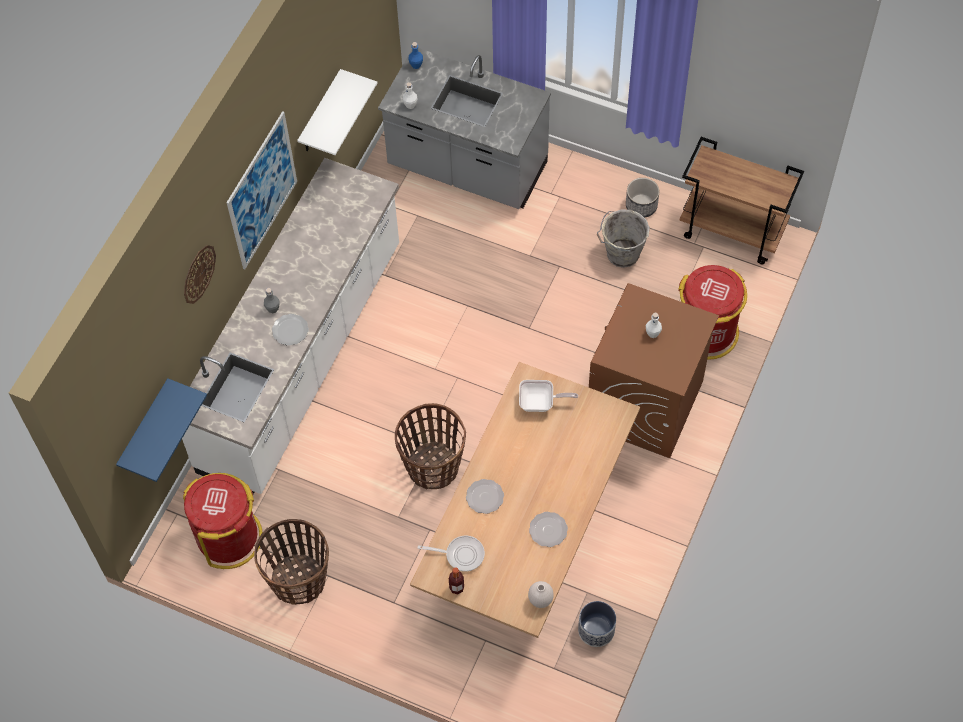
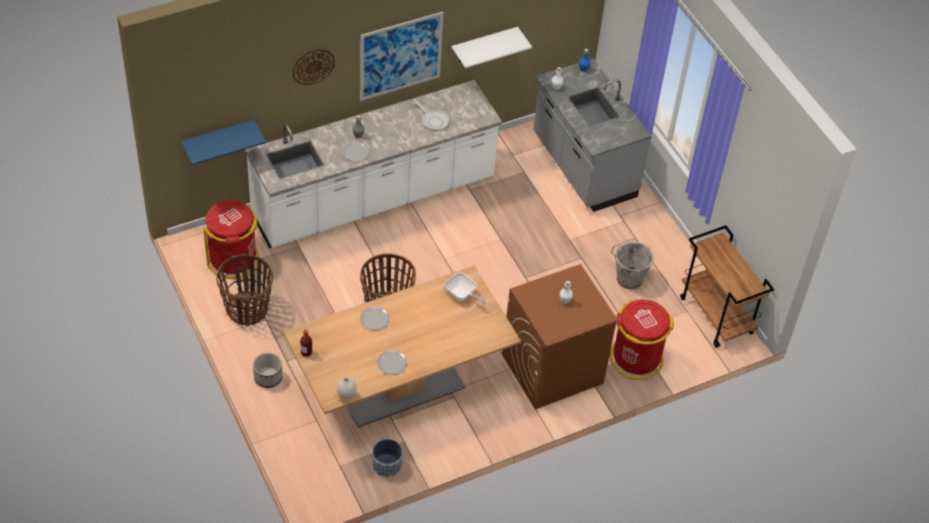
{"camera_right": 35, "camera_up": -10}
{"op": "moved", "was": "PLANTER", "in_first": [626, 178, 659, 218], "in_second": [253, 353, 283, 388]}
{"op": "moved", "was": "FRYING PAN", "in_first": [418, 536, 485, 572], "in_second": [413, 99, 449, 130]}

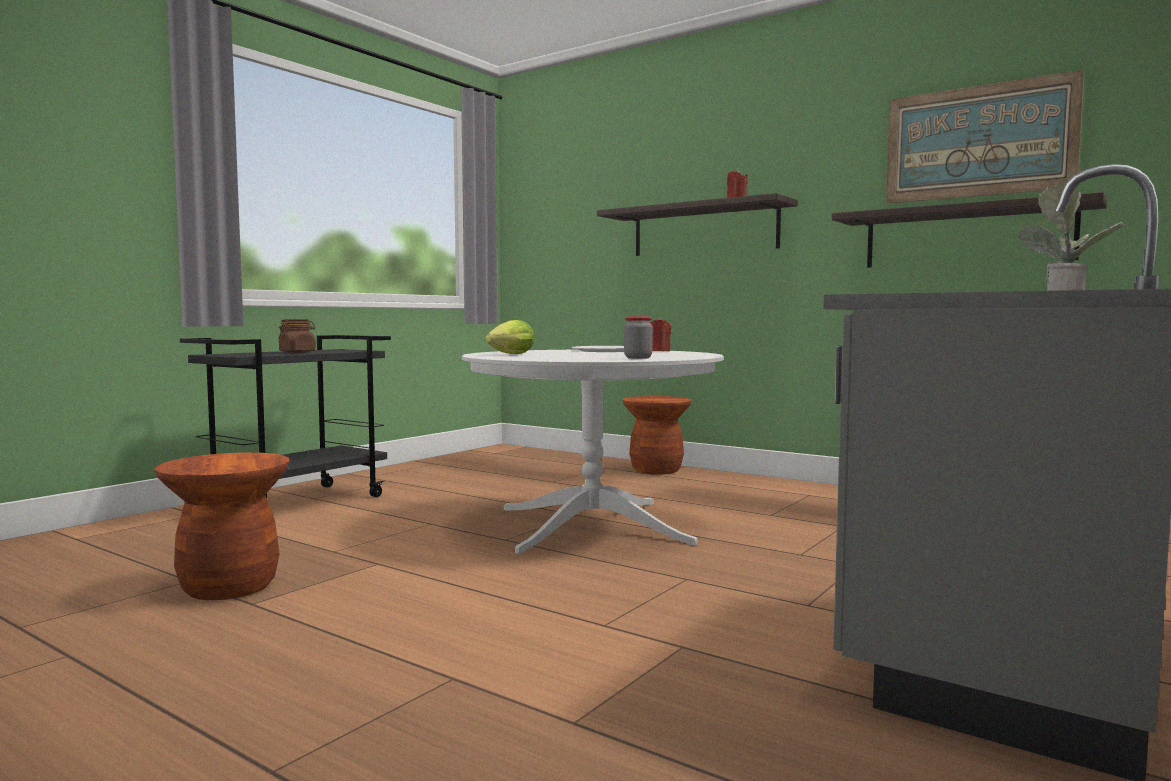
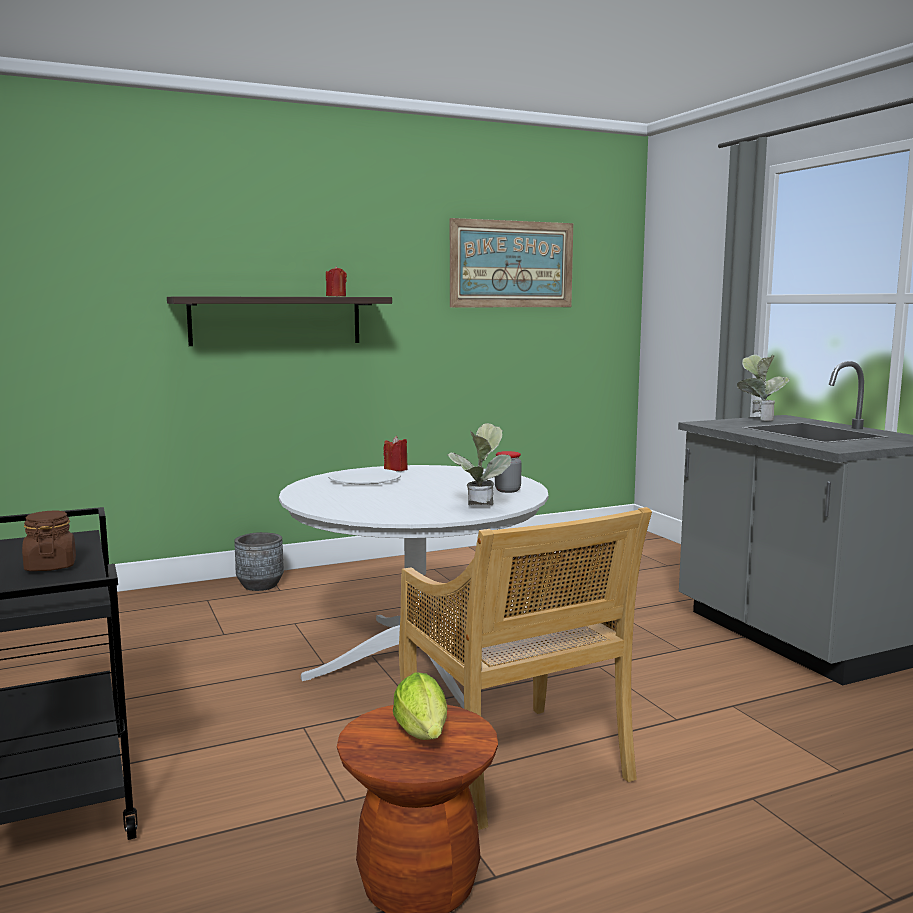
{"camera_right": -60, "camera_up": 5}
{"op": "replaced", "was": "BROWN STOOL", "now": "GREY PLANTER", "in_first": [622, 396, 692, 474], "in_second": [234, 532, 284, 591]}
{"op": "moved", "was": "LETTUCE", "in_first": [486, 320, 535, 354], "in_second": [393, 672, 447, 740]}
{"op": "added", "now": "BEIGE CHAIR", "in_second": [399, 507, 652, 830]}
{"op": "added", "now": "POTTED PLANT", "in_second": [447, 423, 511, 506]}
{"op": "removed", "was": "SHELF", "in_first": [832, 192, 1107, 268]}

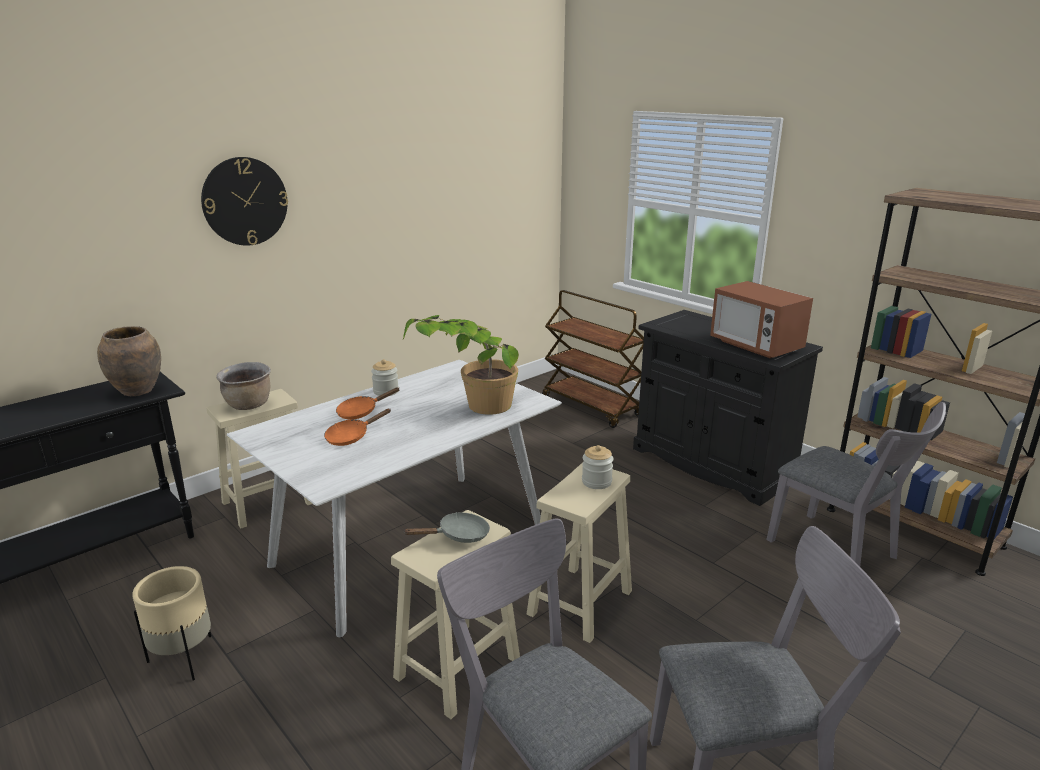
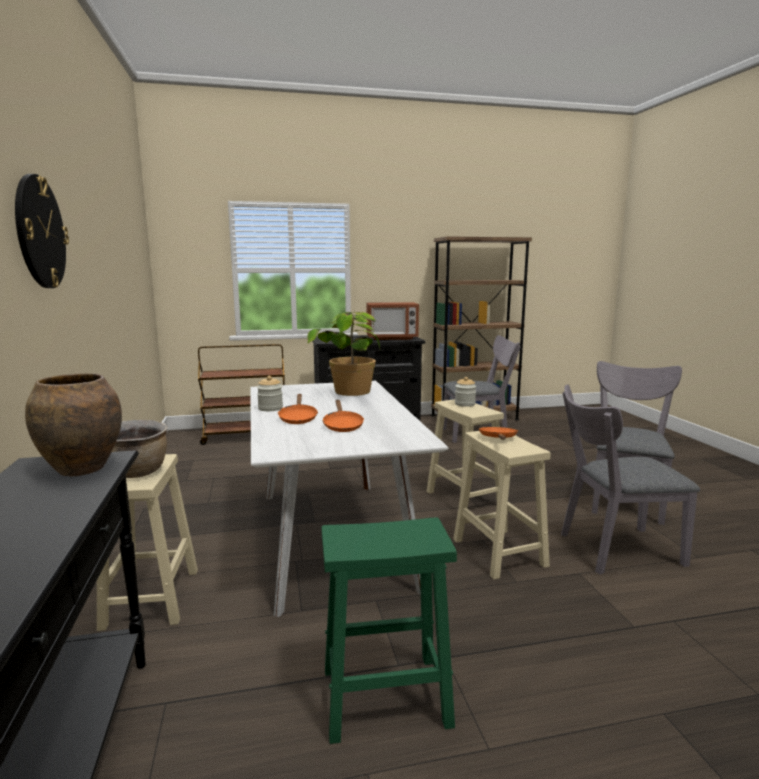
{"camera_right": -60, "camera_up": -10}
{"op": "replaced", "was": "BEIGE PLANTER", "now": "GREEN STOOL", "in_first": [132, 566, 211, 680], "in_second": [322, 517, 457, 744]}
{"op": "recoloured", "was": "GREY FRYING PAN", "now": "ORANGE FRYING PAN", "in_first": [403, 512, 490, 543], "in_second": [479, 427, 518, 440]}

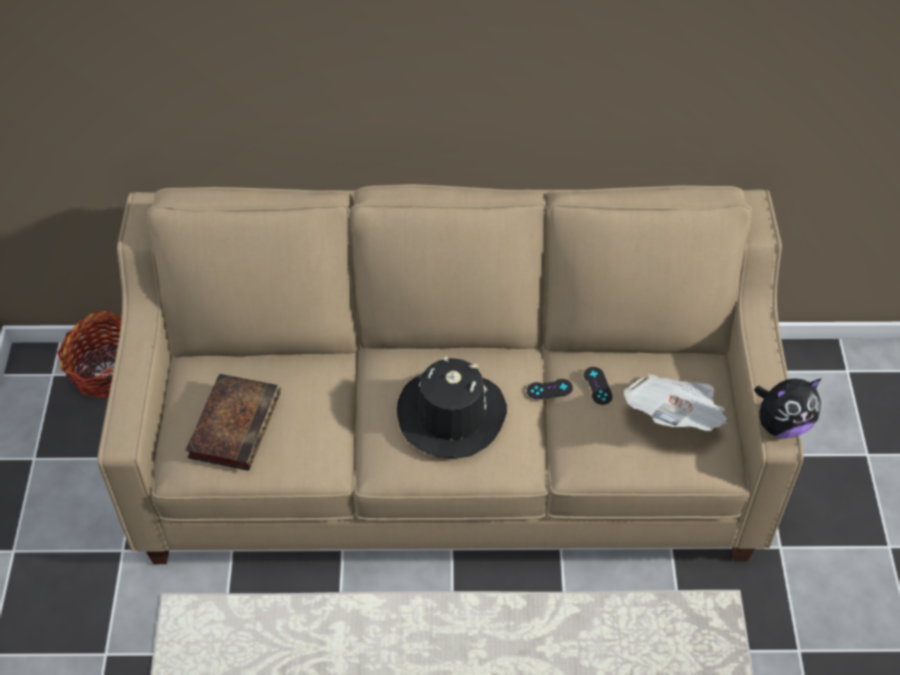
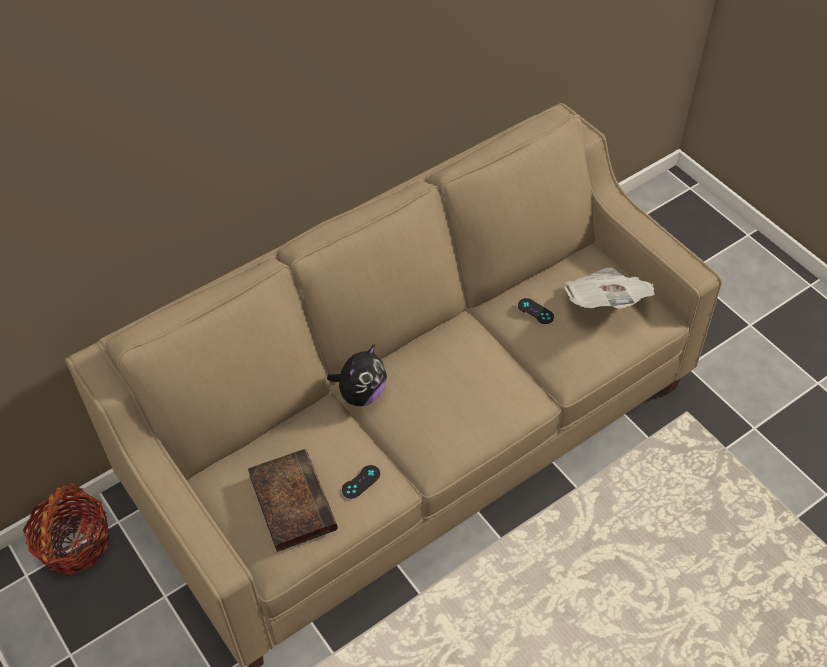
{"camera_right": -35, "camera_up": 0}
{"op": "moved", "was": "PLUSH TOY", "in_first": [754, 378, 822, 438], "in_second": [327, 344, 387, 406]}
{"op": "moved", "was": "BLACK GAME CONTROLLER", "in_first": [527, 379, 573, 400], "in_second": [342, 465, 380, 499]}
{"op": "removed", "was": "BLACK HAT", "in_first": [397, 356, 507, 458]}

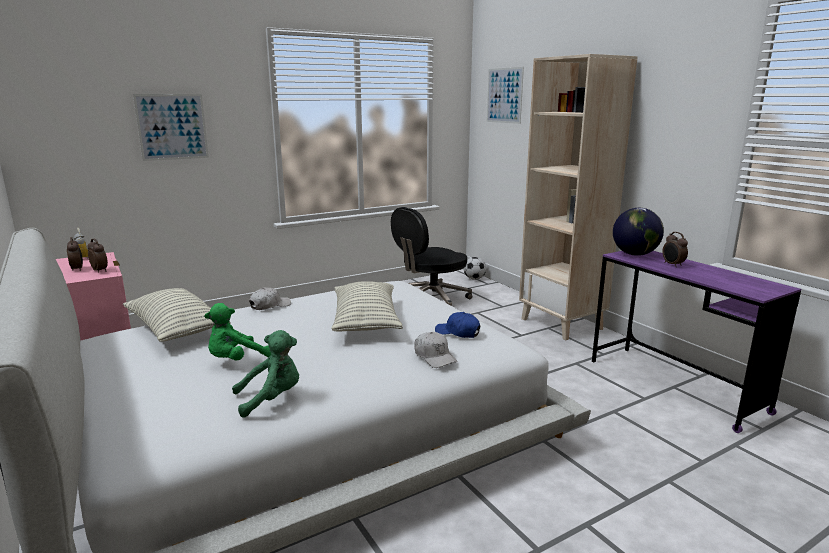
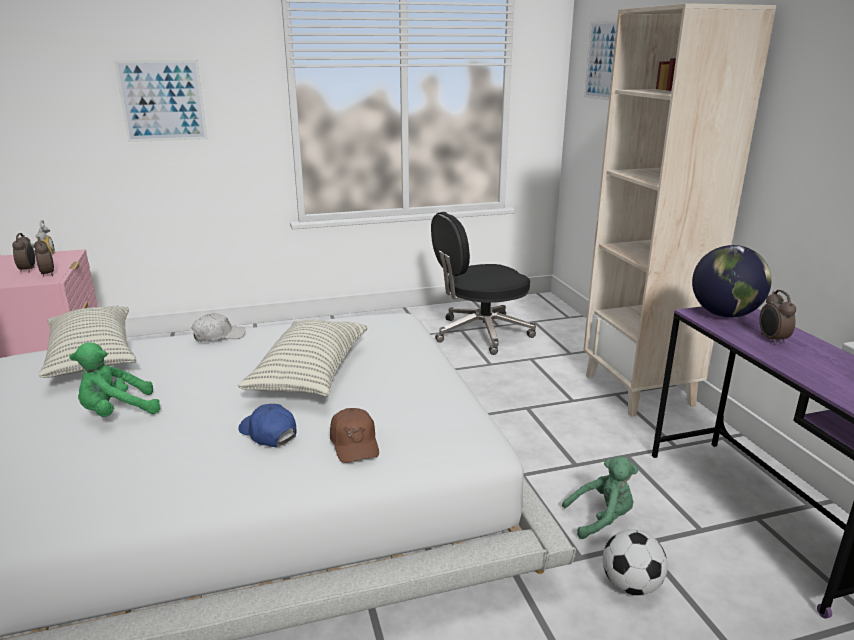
{"camera_right": 15, "camera_up": 5}
{"op": "moved", "was": "BLUE CAP", "in_first": [435, 312, 480, 338], "in_second": [238, 404, 297, 447]}
{"op": "recoloured", "was": "WHITE CAP", "now": "BROWN CAP", "in_first": [414, 332, 457, 368], "in_second": [330, 408, 379, 463]}
{"op": "moved", "was": "GREEN PLUSH TOY", "in_first": [232, 330, 299, 418], "in_second": [562, 457, 638, 539]}
{"op": "moved", "was": "FOOTBALL", "in_first": [463, 257, 486, 280], "in_second": [603, 529, 668, 596]}

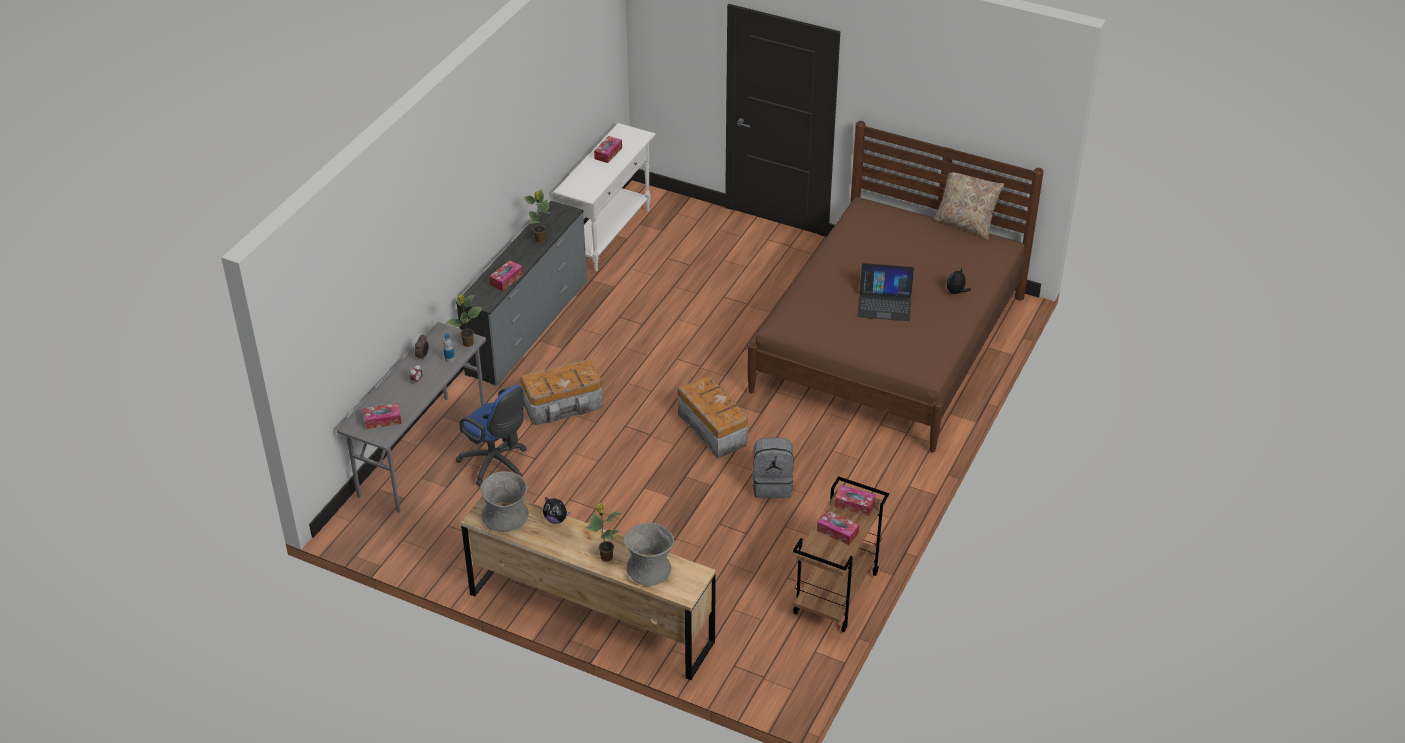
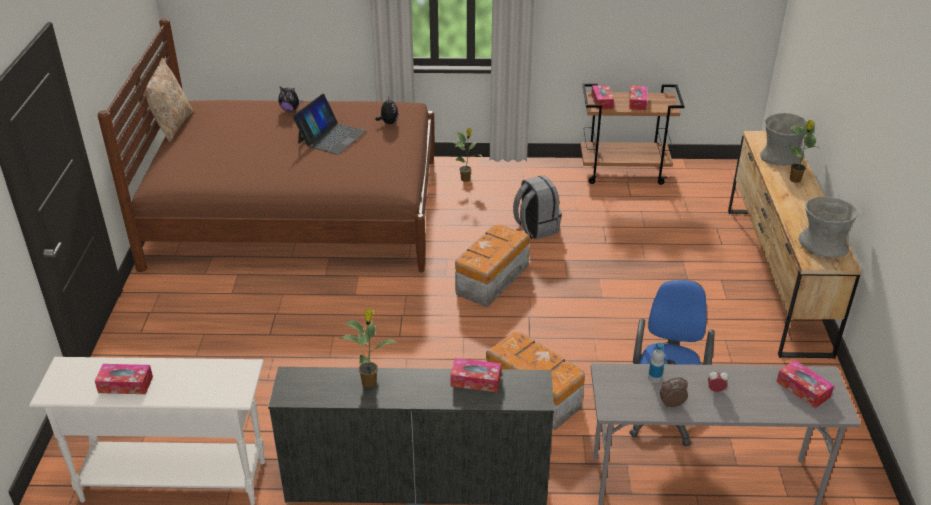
{"camera_right": -115, "camera_up": -5}
{"op": "turned", "was": "LAPTOP", "in_first": [857, 263, 914, 321], "in_second": [292, 94, 366, 155], "clockwise": 45}
{"op": "moved", "was": "PLUSH TOY", "in_first": [543, 497, 571, 524], "in_second": [375, 98, 398, 124]}
{"op": "moved", "was": "POTTED PLANT", "in_first": [445, 295, 483, 347], "in_second": [455, 128, 482, 182]}

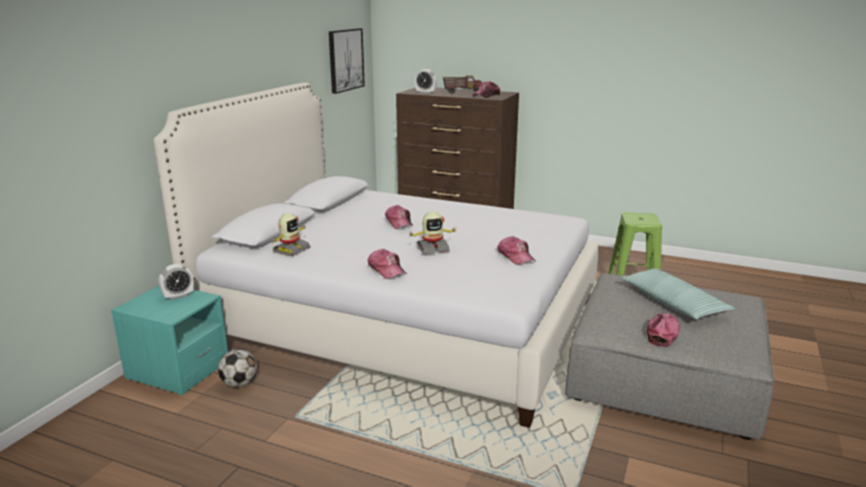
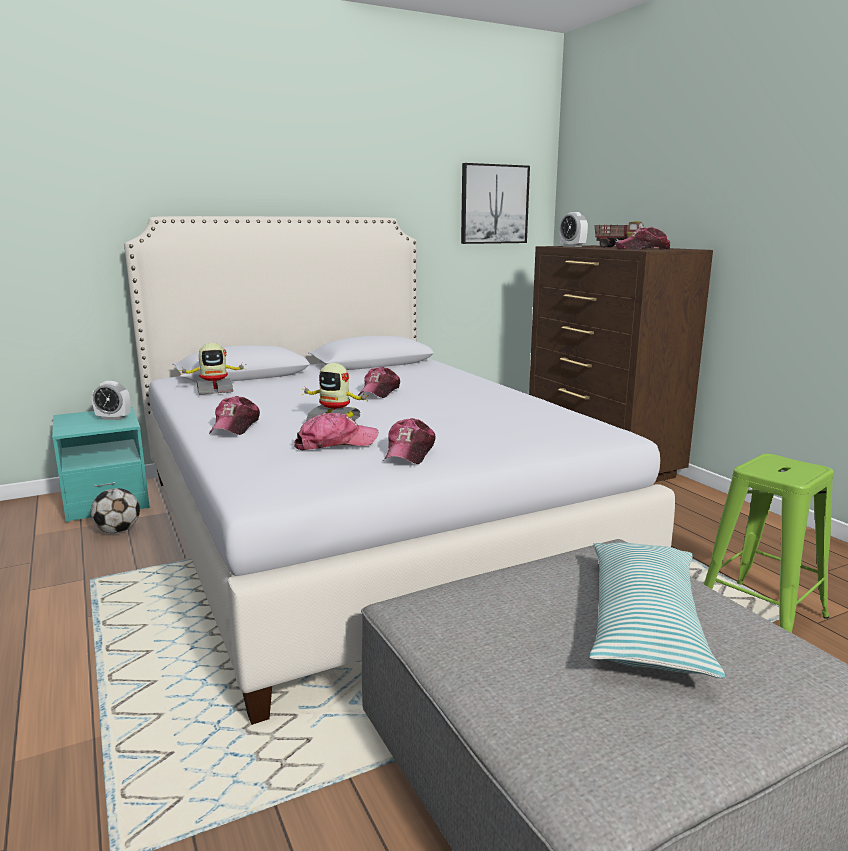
{"camera_right": 40, "camera_up": -5}
{"op": "moved", "was": "CAP", "in_first": [647, 313, 680, 346], "in_second": [294, 413, 378, 450]}

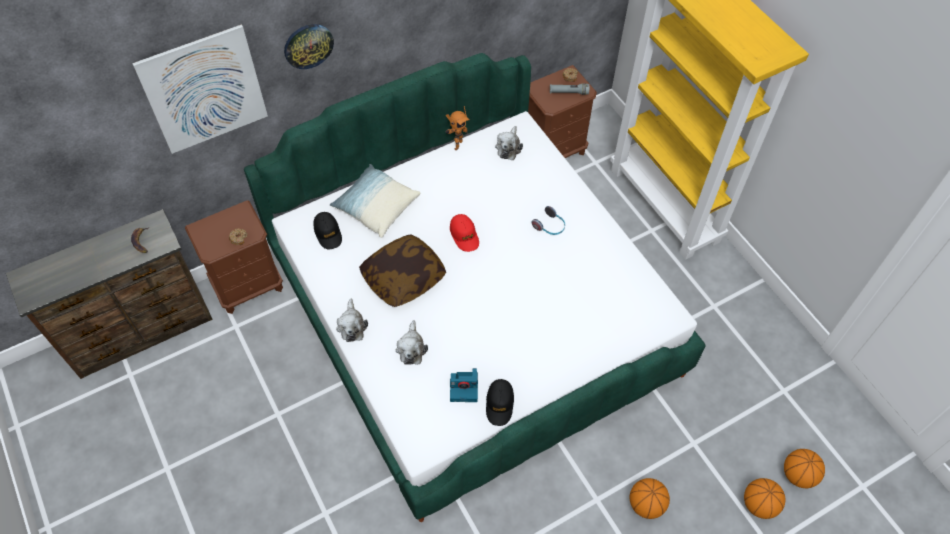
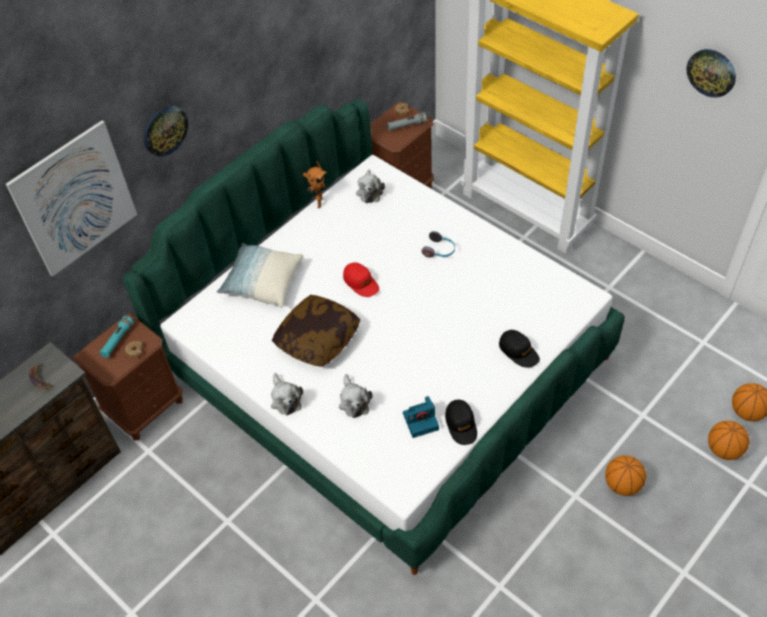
{"camera_right": -15, "camera_up": -5}
{"op": "added", "now": "TURQUOISE FLASHLIGHT", "in_second": [99, 316, 134, 358]}
{"op": "moved", "was": "BLACK CAP", "in_first": [313, 212, 342, 249], "in_second": [499, 330, 540, 368]}
{"op": "added", "now": "WALL CLOCK", "in_second": [686, 49, 736, 97]}

